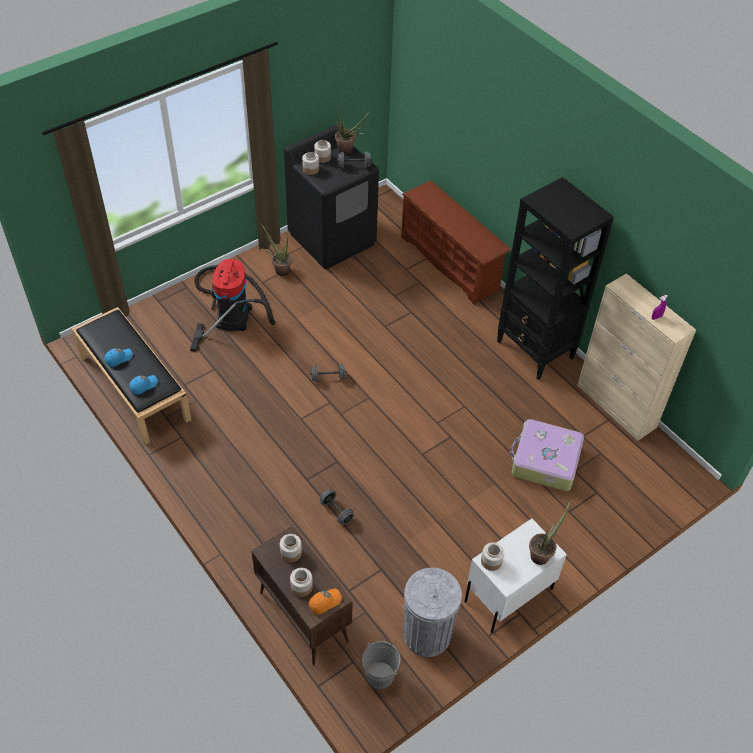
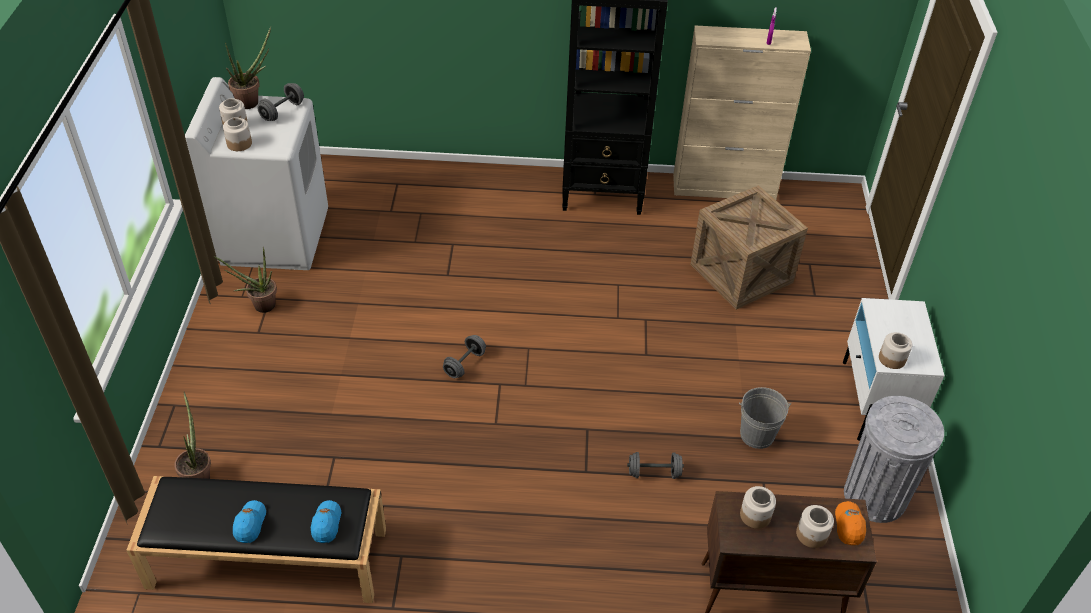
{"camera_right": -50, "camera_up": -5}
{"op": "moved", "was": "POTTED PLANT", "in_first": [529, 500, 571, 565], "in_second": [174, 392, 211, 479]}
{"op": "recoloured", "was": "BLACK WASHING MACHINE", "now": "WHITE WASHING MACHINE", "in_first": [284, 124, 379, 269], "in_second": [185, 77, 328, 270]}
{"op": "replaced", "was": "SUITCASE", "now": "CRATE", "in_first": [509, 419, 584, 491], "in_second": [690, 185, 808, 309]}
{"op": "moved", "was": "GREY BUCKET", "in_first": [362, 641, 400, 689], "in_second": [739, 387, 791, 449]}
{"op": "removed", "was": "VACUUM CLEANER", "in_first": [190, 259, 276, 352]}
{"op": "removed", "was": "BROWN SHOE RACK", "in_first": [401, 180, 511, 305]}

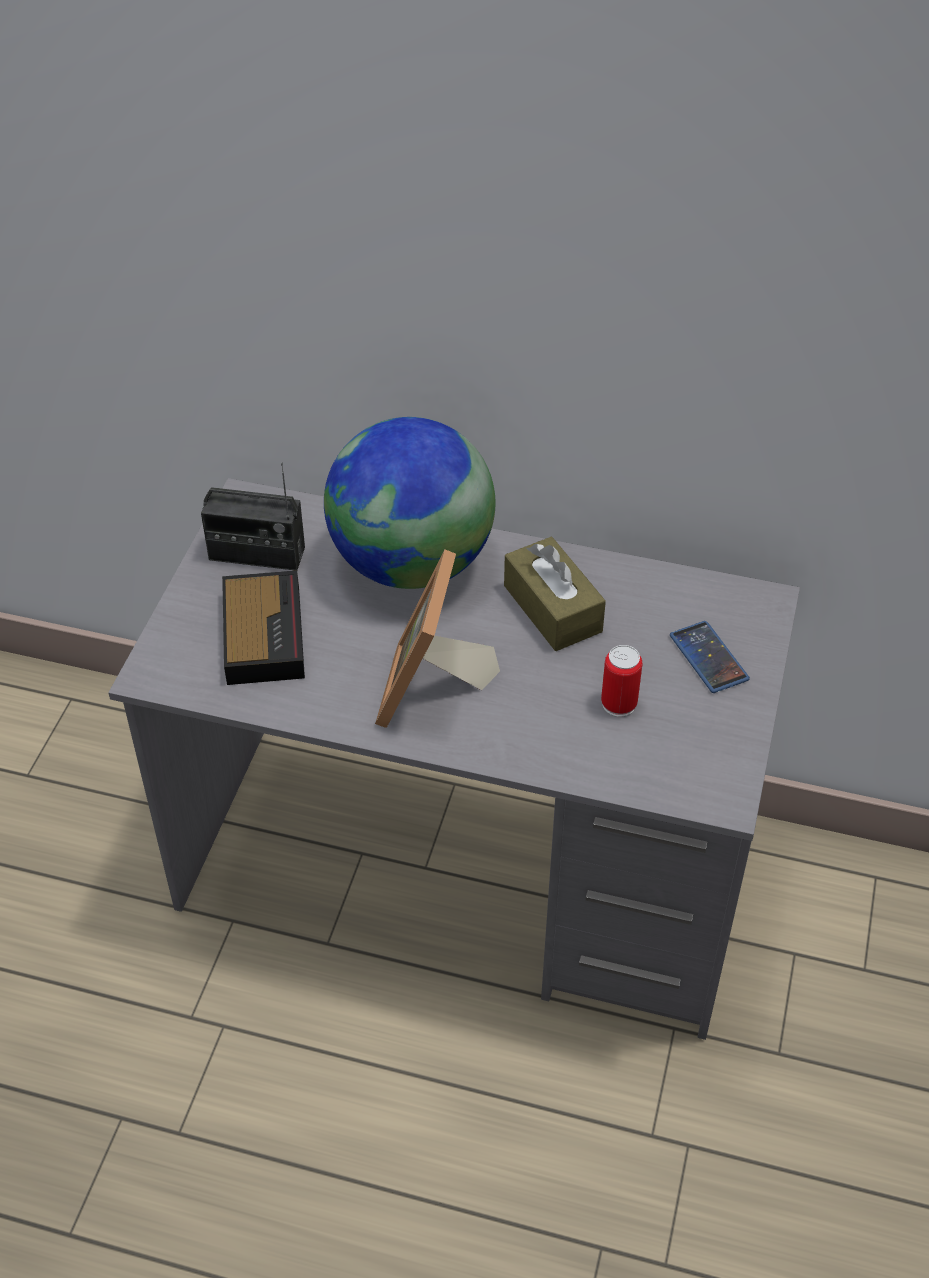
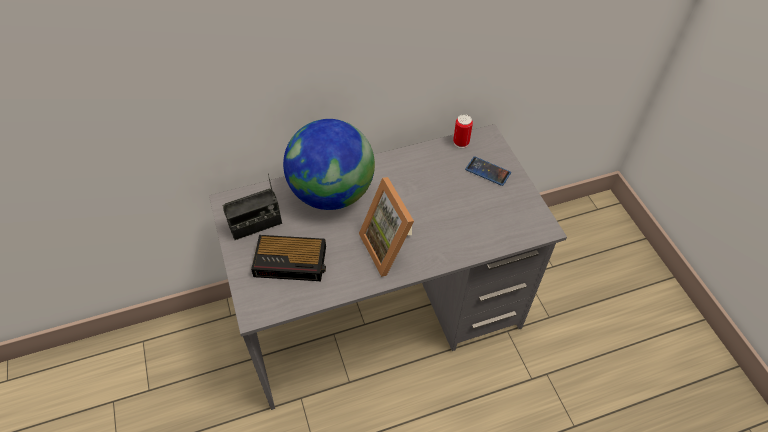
{"camera_right": -35, "camera_up": 5}
{"op": "turned", "was": "ALARM CLOCK", "in_first": [222, 570, 305, 685], "in_second": [251, 235, 326, 281], "clockwise": 135}
{"op": "moved", "was": "CAN", "in_first": [601, 645, 643, 717], "in_second": [453, 114, 473, 148]}
{"op": "removed", "was": "BROWN TISSUE BOX", "in_first": [504, 537, 606, 651]}

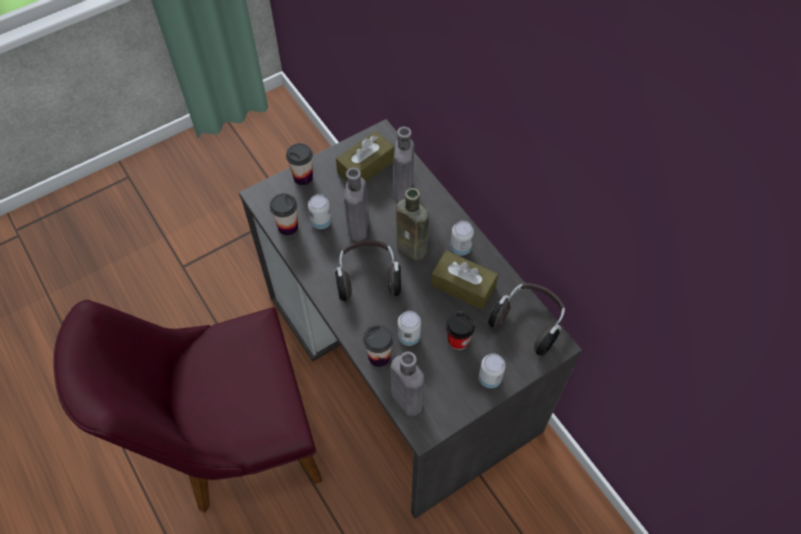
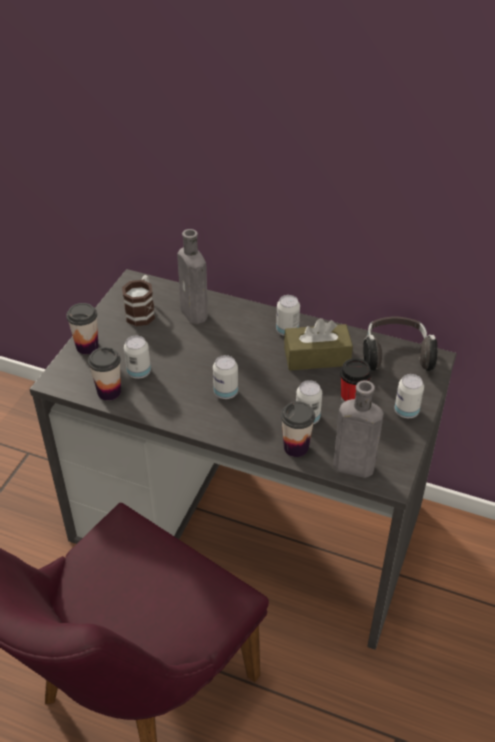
{"camera_right": -35, "camera_up": -15}
{"op": "replaced", "was": "BROWN TISSUE BOX", "now": "MUG", "in_first": [336, 131, 394, 181], "in_second": [122, 275, 155, 326]}
{"op": "replaced", "was": "HEADPHONES", "now": "CAN", "in_first": [335, 240, 401, 301], "in_second": [213, 355, 238, 399]}
{"op": "removed", "was": "GREY BOTTLE", "in_first": [344, 168, 369, 241]}
{"op": "removed", "was": "BROWN BOTTLE", "in_first": [396, 188, 429, 261]}

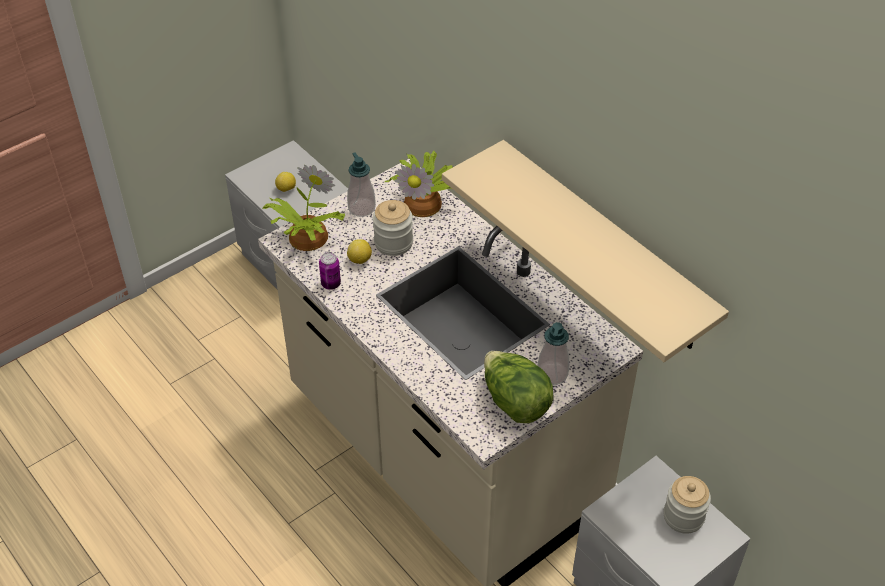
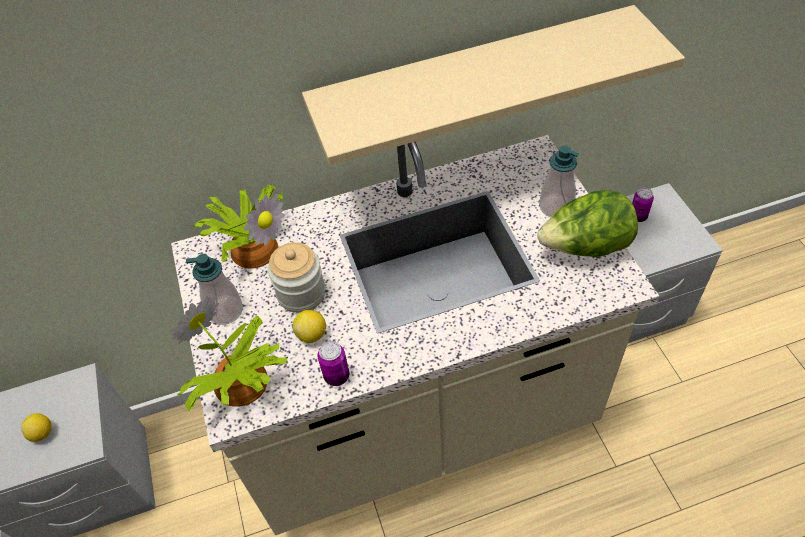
{"camera_right": -65, "camera_up": 5}
{"op": "replaced", "was": "JAR", "now": "CAN", "in_first": [663, 476, 711, 534], "in_second": [632, 188, 654, 222]}

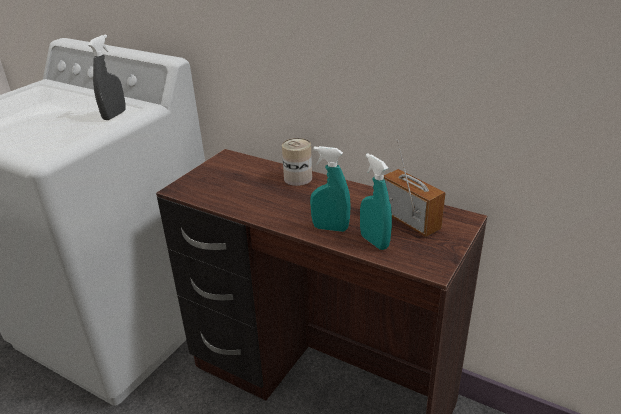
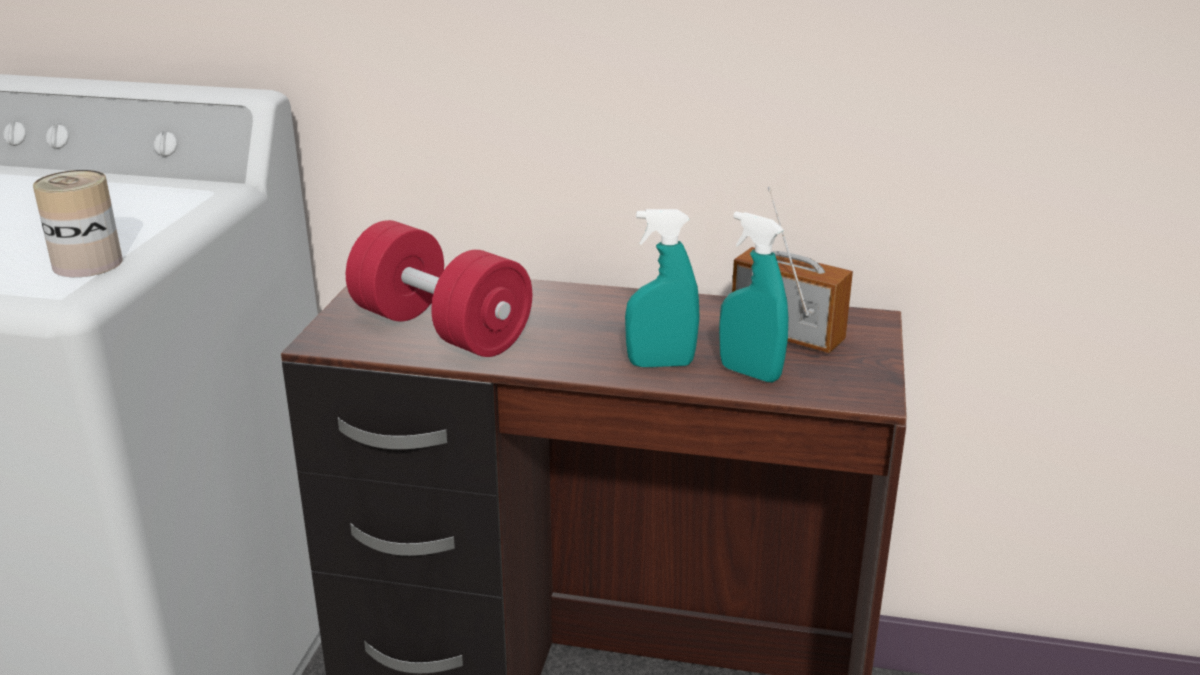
{"camera_right": -20, "camera_up": -5}
{"op": "moved", "was": "CAN", "in_first": [282, 138, 312, 186], "in_second": [33, 170, 122, 277]}
{"op": "added", "now": "RED DUMBBELL", "in_second": [346, 220, 532, 357]}
{"op": "removed", "was": "GREY SPRAY BOTTLE", "in_first": [88, 35, 126, 120]}

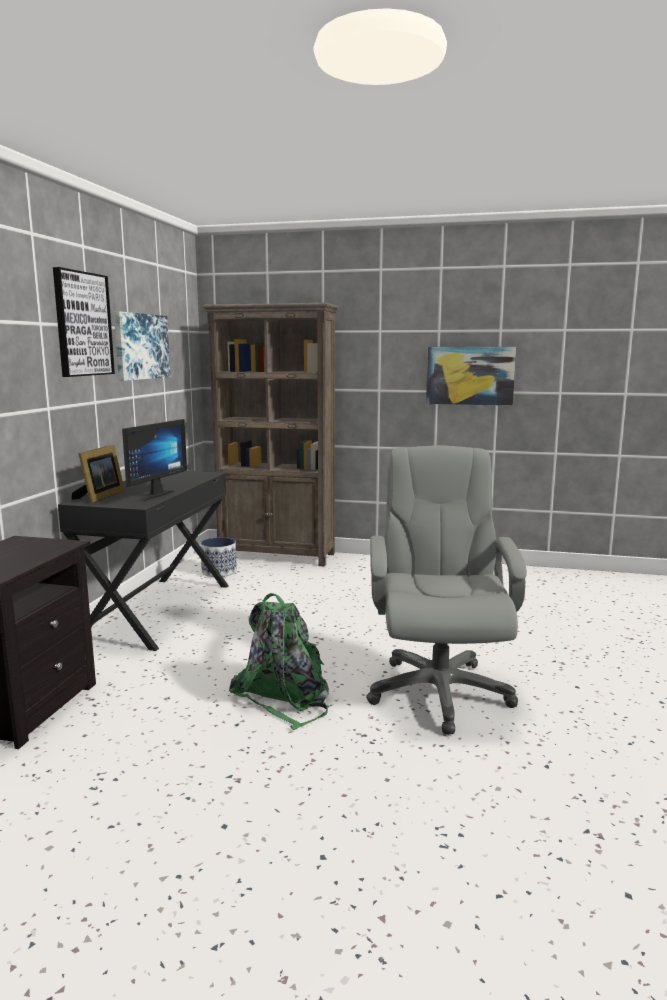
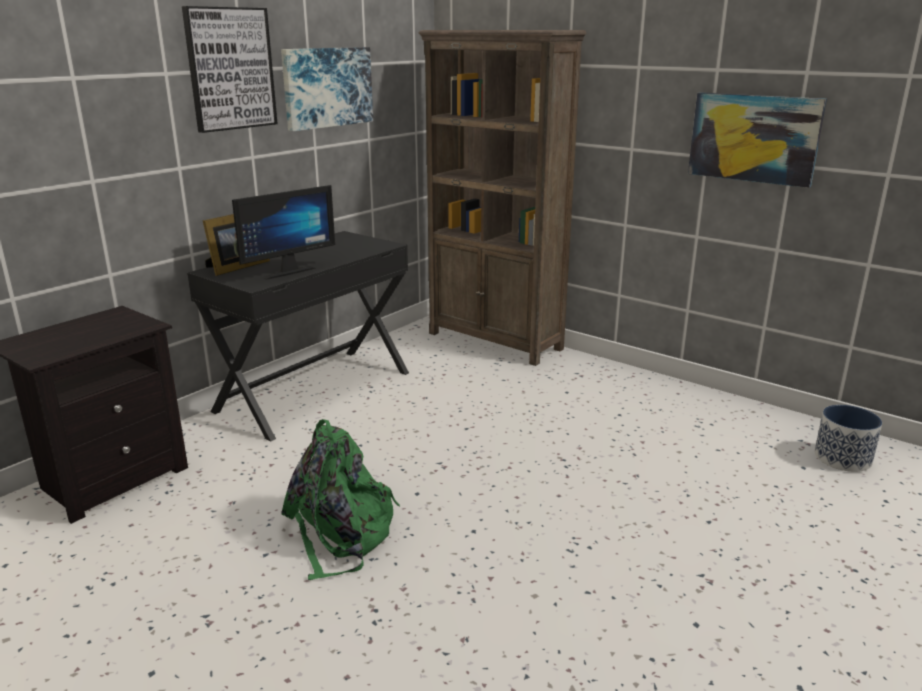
{"camera_right": 25, "camera_up": 10}
{"op": "moved", "was": "PLANTER", "in_first": [200, 537, 237, 577], "in_second": [815, 405, 882, 472]}
{"op": "removed", "was": "GREY OFFICE CHAIR", "in_first": [366, 445, 527, 734]}

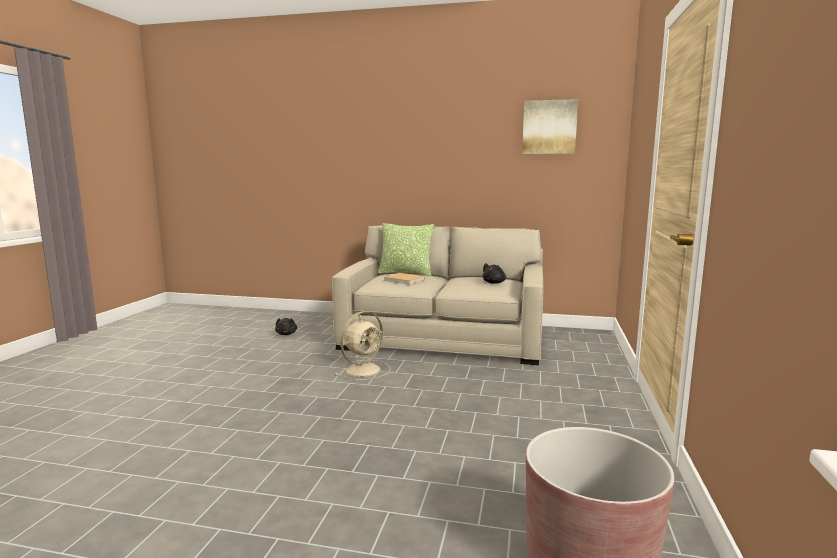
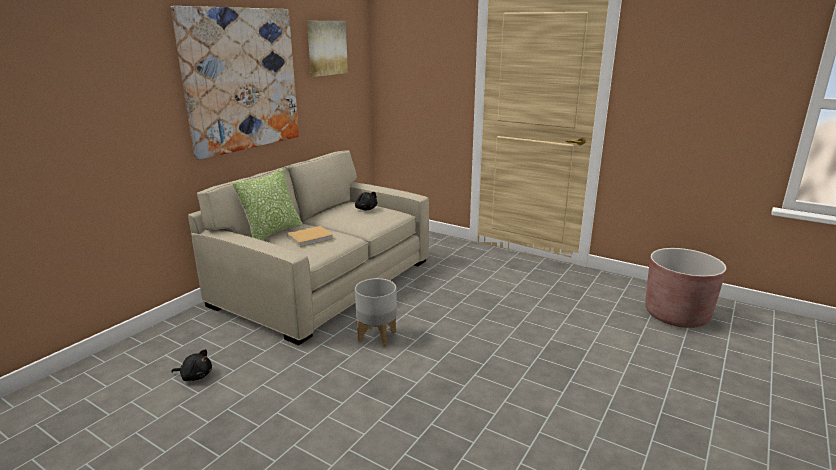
{"camera_right": -70, "camera_up": 10}
{"op": "added", "now": "PICTURE", "in_second": [171, 6, 299, 160]}
{"op": "replaced", "was": "BEIGE FAN", "now": "GREY PLANTER", "in_first": [335, 311, 391, 380], "in_second": [355, 278, 397, 347]}

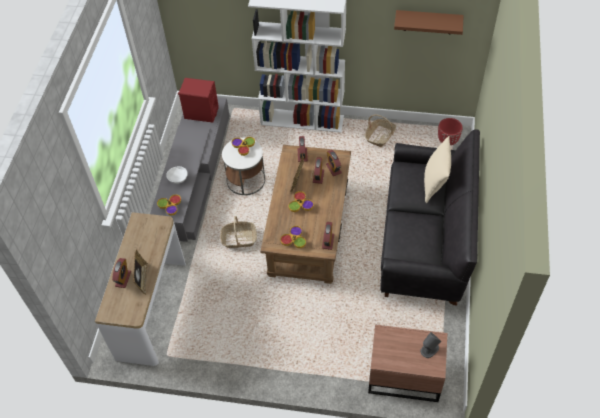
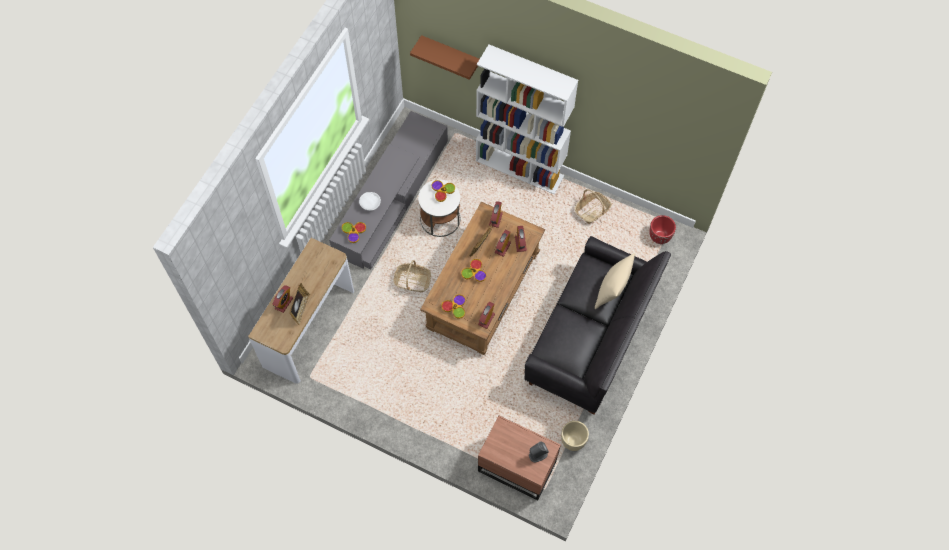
{"camera_right": 15, "camera_up": 10}
{"op": "moved", "was": "BROWN SHELF", "in_first": [394, 10, 464, 35], "in_second": [410, 35, 479, 80]}
{"op": "added", "now": "BEIGE PLANTER", "in_second": [561, 421, 589, 451]}
{"op": "removed", "was": "RED SPEAKER", "in_first": [178, 78, 219, 123]}

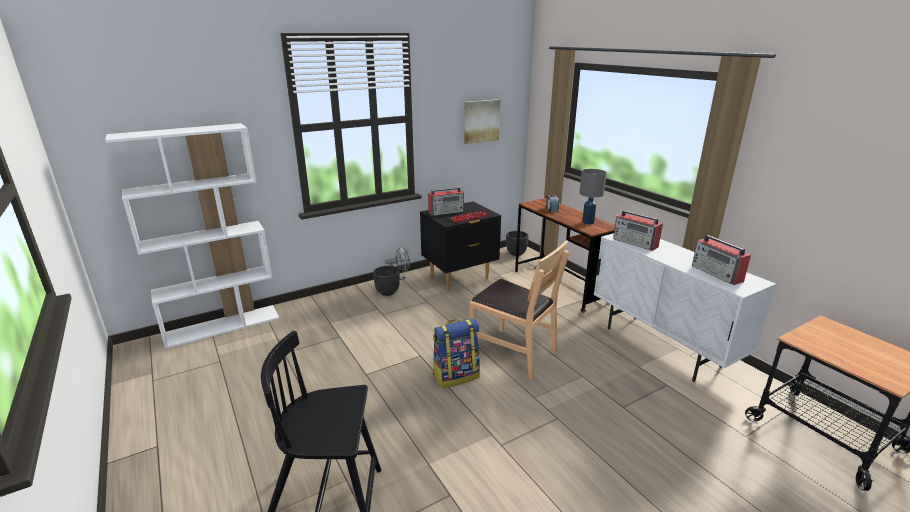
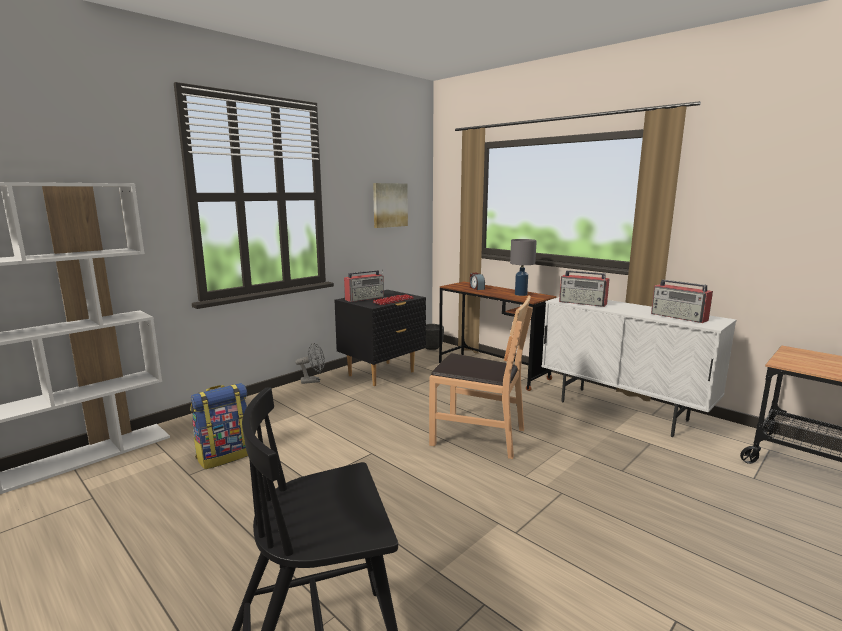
{"camera_right": -15, "camera_up": -10}
{"op": "moved", "was": "BACKPACK", "in_first": [433, 319, 480, 388], "in_second": [190, 383, 248, 469]}
{"op": "removed", "was": "BLACK PLANTER", "in_first": [373, 266, 400, 296]}

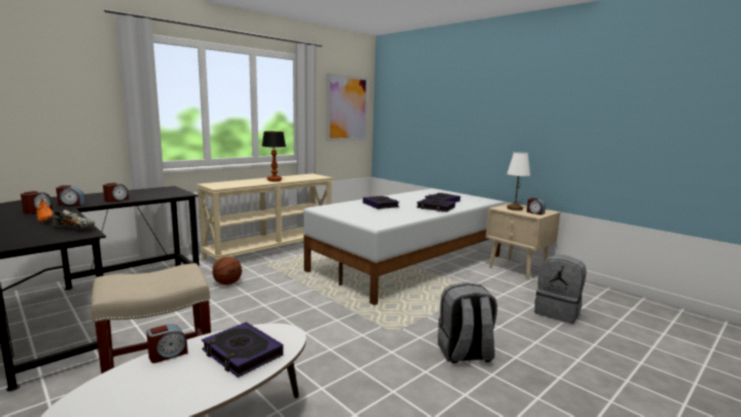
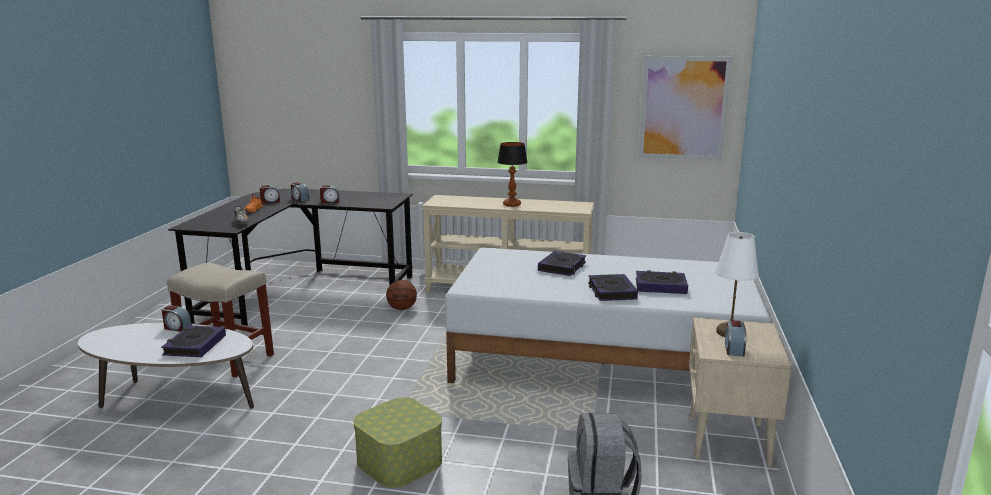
{"camera_right": 55, "camera_up": 5}
{"op": "replaced", "was": "GREY BACKPACK", "now": "STORAGE BOX", "in_first": [438, 282, 498, 363], "in_second": [353, 397, 442, 488]}

